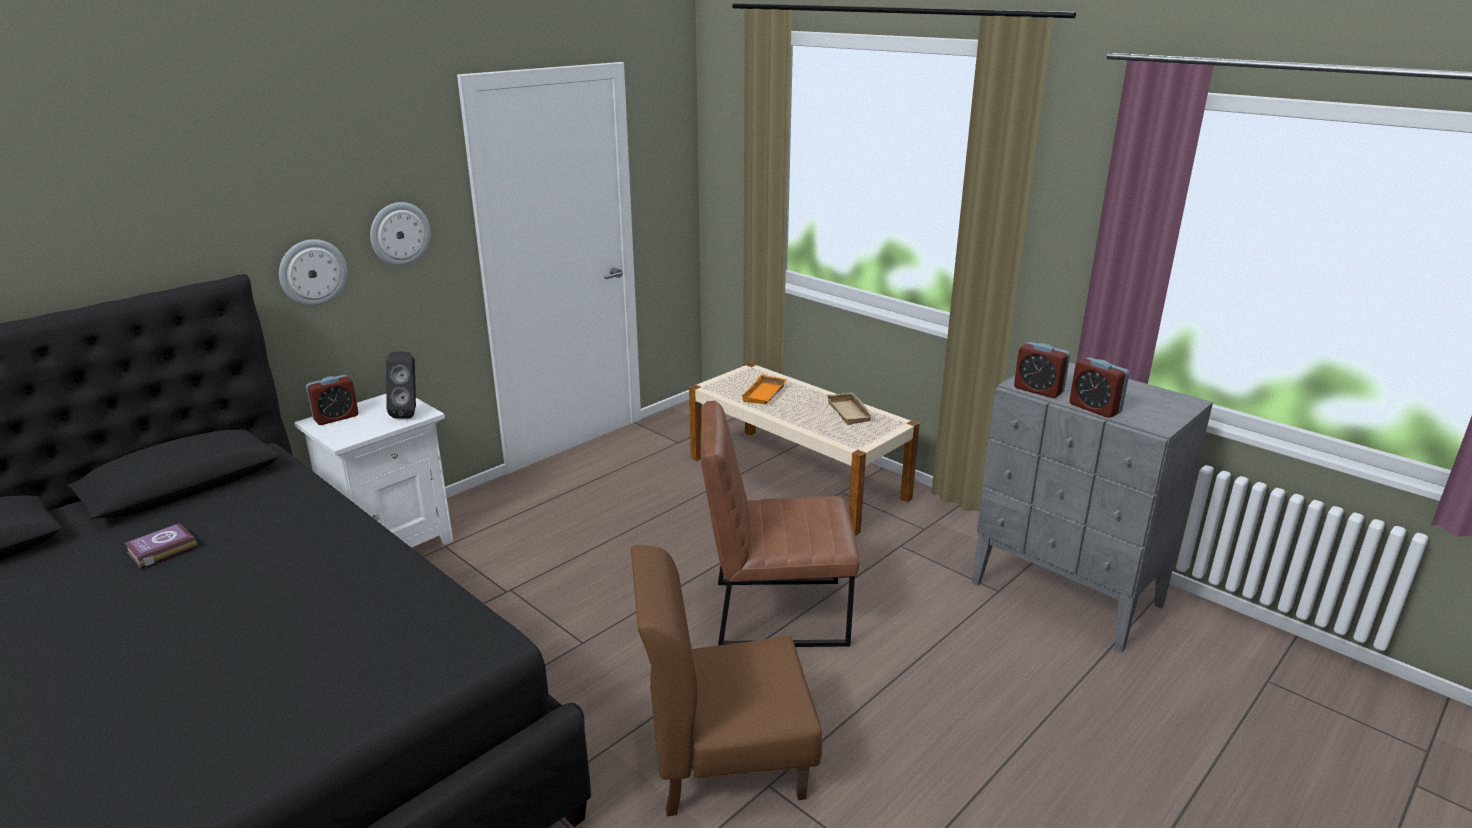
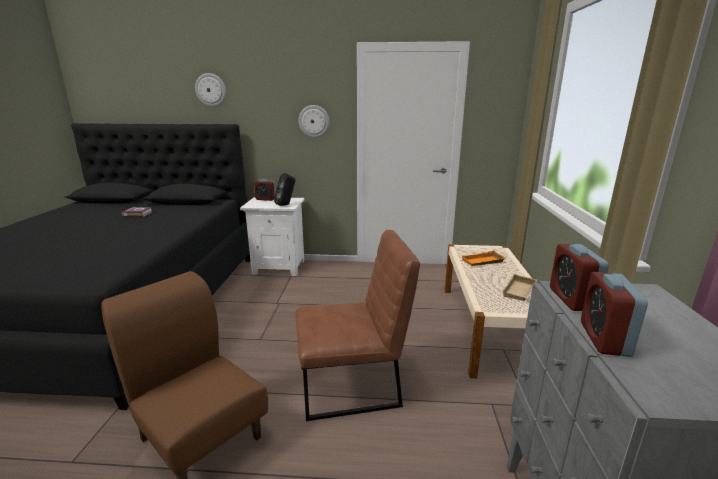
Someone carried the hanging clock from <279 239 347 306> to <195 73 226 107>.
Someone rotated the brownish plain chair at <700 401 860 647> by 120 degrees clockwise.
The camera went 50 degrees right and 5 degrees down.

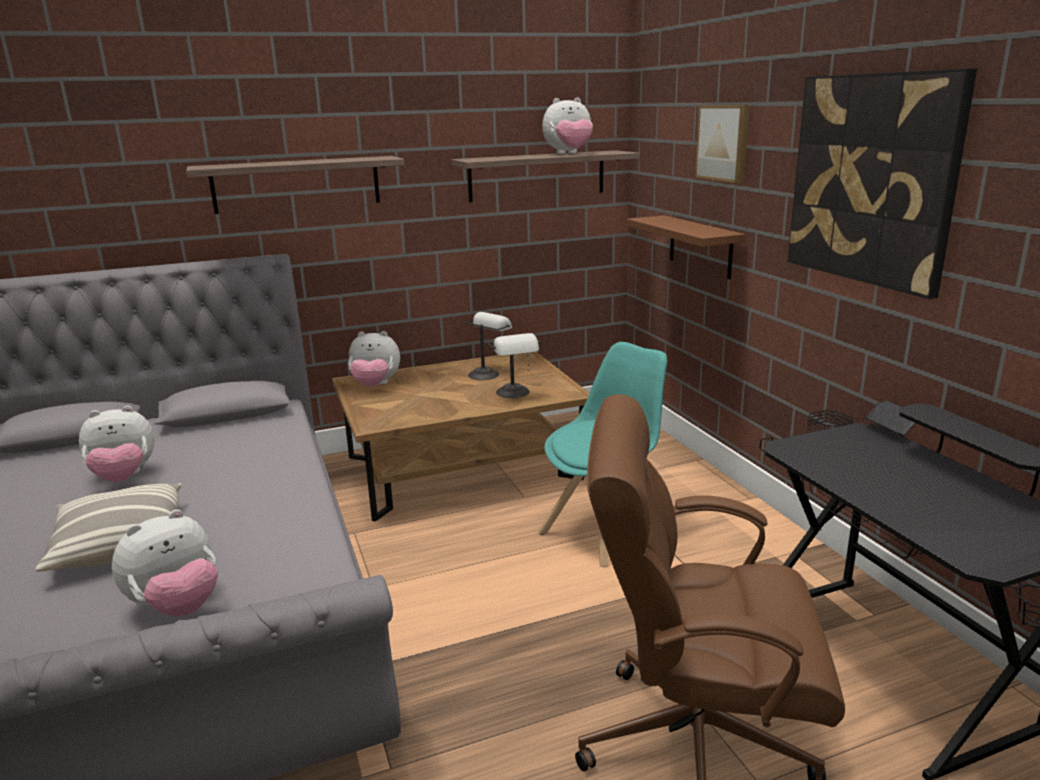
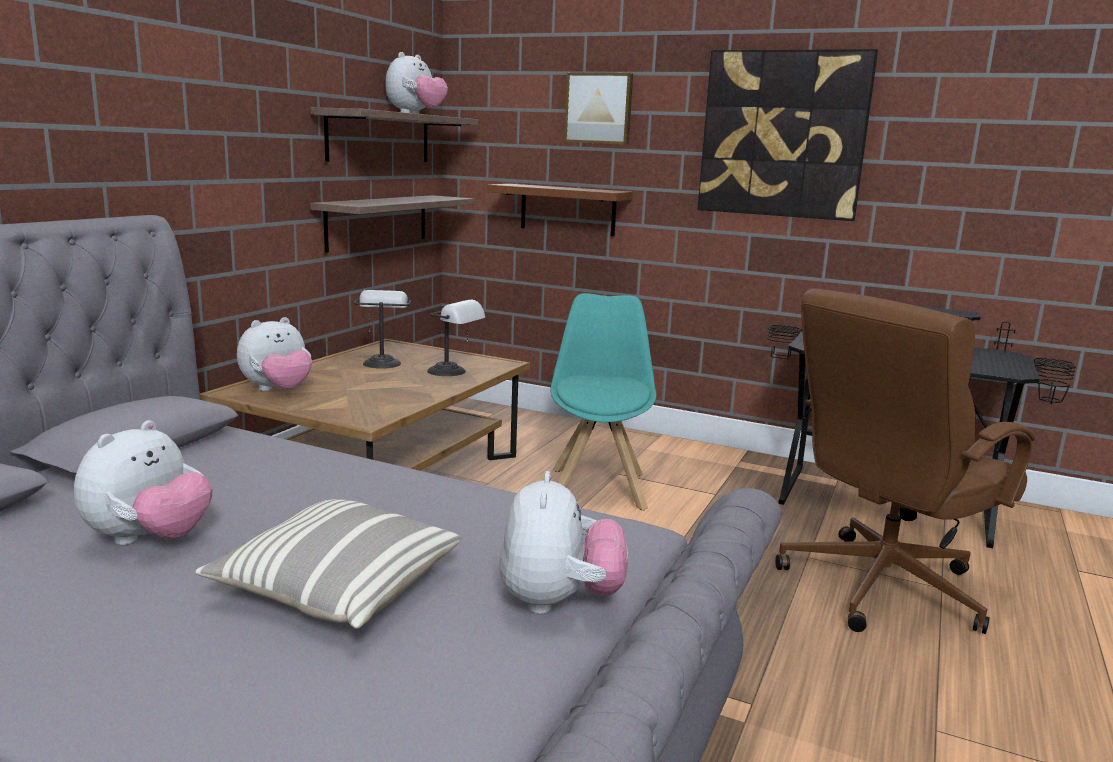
Someone carried the wall shelf from <186 156 404 214> to <310 195 475 253>.
The camera went 45 degrees left and 5 degrees down.

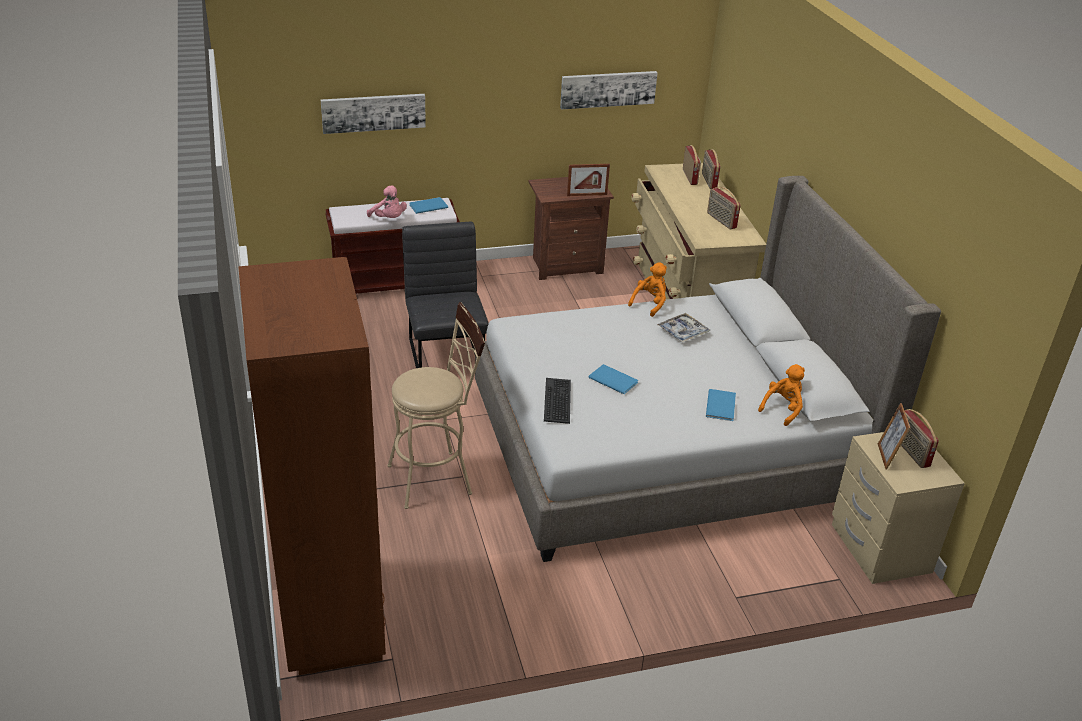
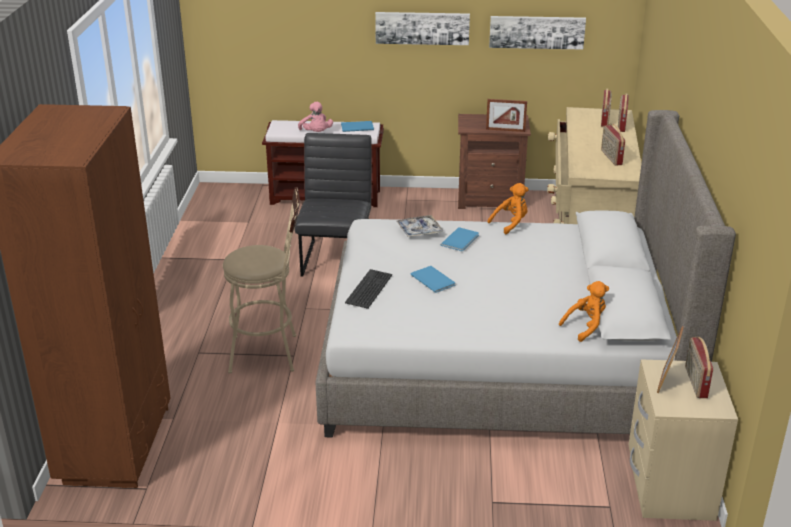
Someone carried the picture from <321 94 426 134> to <375 12 470 45>.
Someone carried the serving tray from <657 313 710 342> to <397 215 444 237>.
Someone carried the bluish volume from <706 389 736 421> to <440 227 479 251>.
The camera went 20 degrees right and 5 degrees down.

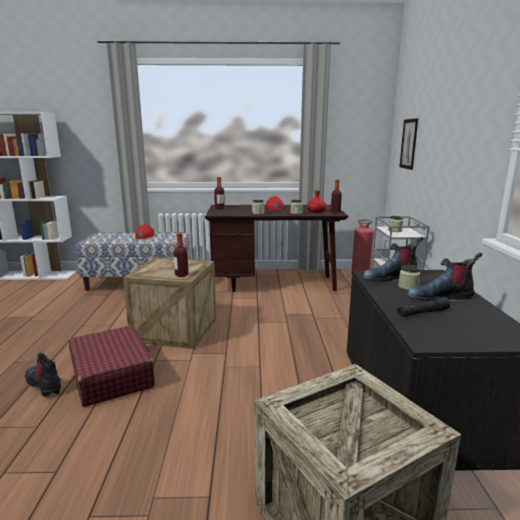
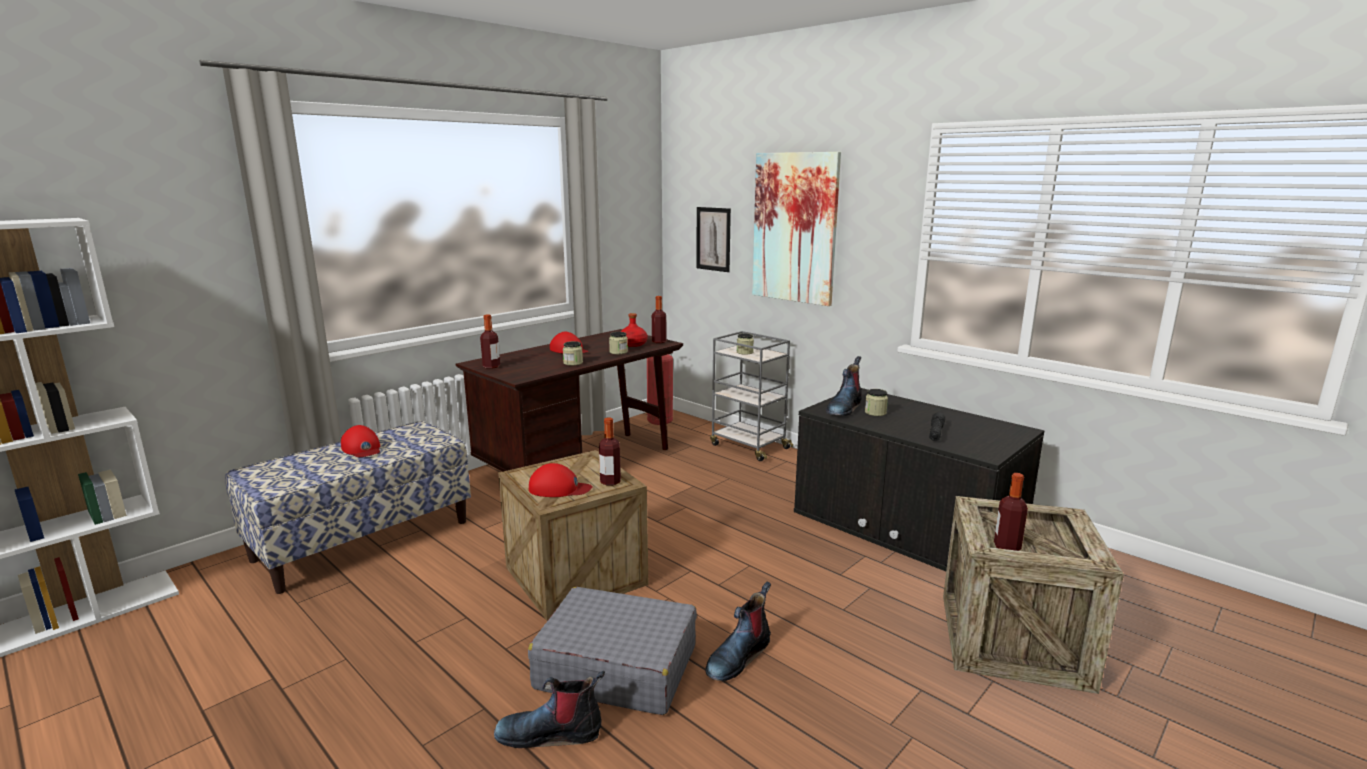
Someone carried the high-top boot from <407 253 482 301> to <706 581 771 681>.
Someone repainted the red-coloured travel case at <69 326 155 407>, which became the gray travel case at <528 587 697 715>.
Someone put up the picture at <752 152 841 306>.
Someone put down the red-coloured peaked cap at <529 463 593 497>.
Someone put down the beverage bottle at <994 473 1028 551>.
The camera went 45 degrees left and 0 degrees up.

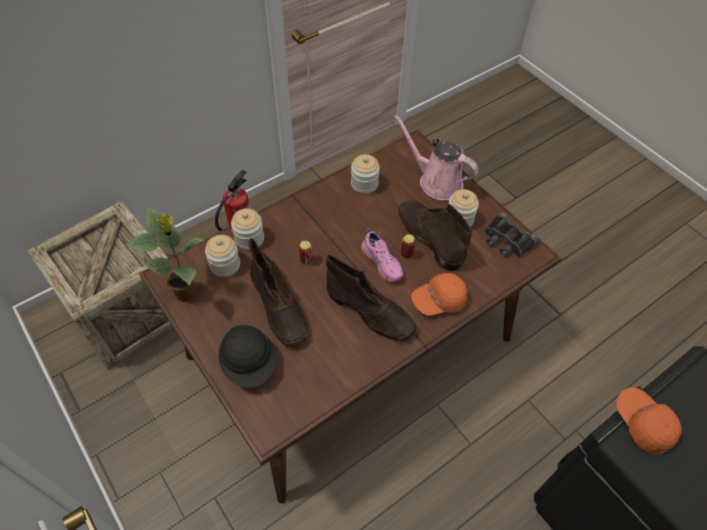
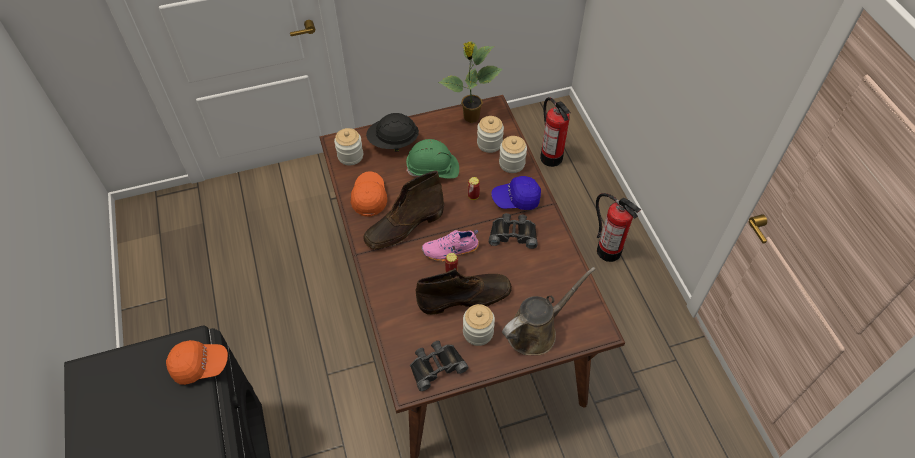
Someone repainted the pinkish watering can at <394 114 479 200>, which became the brownish watering can at <502 267 596 355>.
Someone carried the storage jar from <351 154 380 194> to <334 128 363 165>.
Someone swapped the packing crate at <28 201 173 369> for the extinguisher at <540 97 571 167>.
Someone swapped the brownish high-top boot at <248 238 309 348> for the green-coloured hard hat at <406 139 459 179>.
Someone carried the orange peaked cap from <411 273 467 316> to <351 171 387 217>.
Someone put down the bluish peaked cap at <491 176 541 210>.
Someone put down the black-coloured field glasses at <489 213 537 249>.
The camera went 110 degrees right and 0 degrees up.

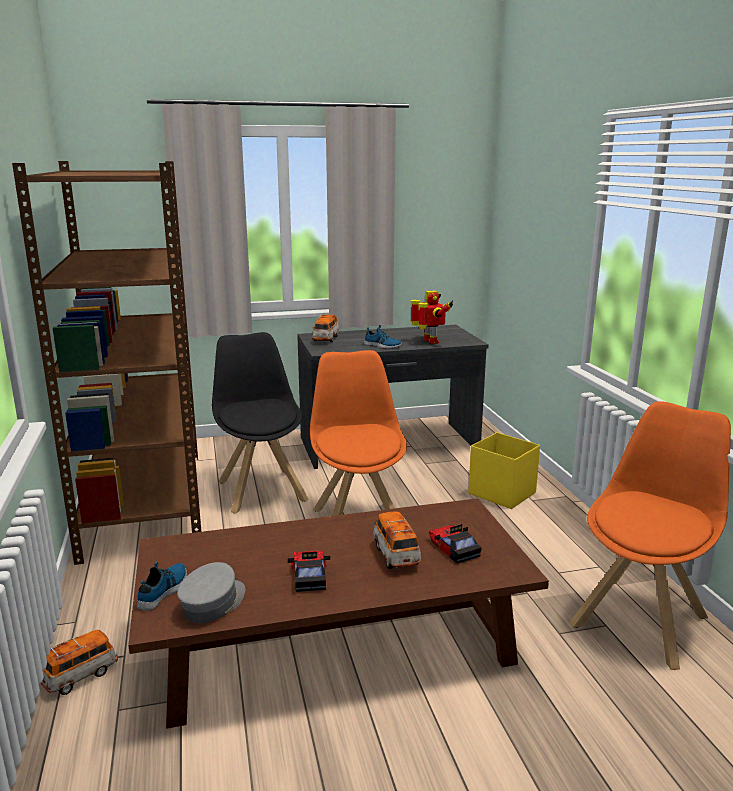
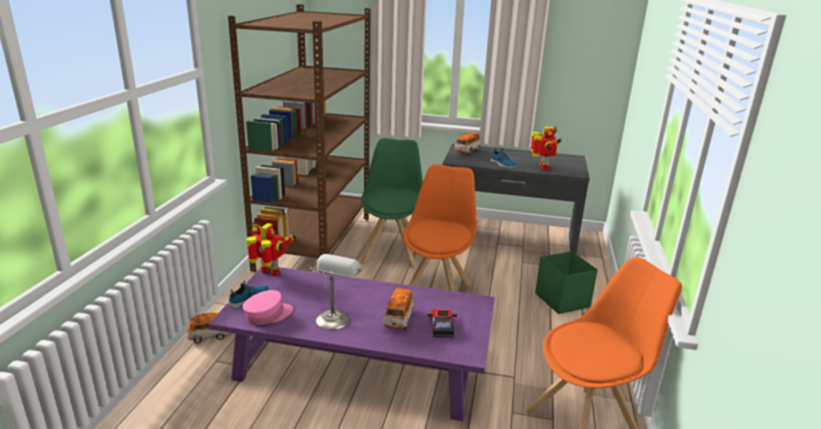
Someone repainted the black-coloured plain chair at <212 332 309 513>, which became the green-coloured plain chair at <360 138 423 268>.
Someone repainted the yellowish storage bin at <469 432 540 509>, which became the green-coloured storage bin at <535 251 598 314>.
Someone repainted the brownish coffee table at <128 498 549 728>, which became the purple coffee table at <209 266 495 421>.
Someone swapped the toy car at <288 551 330 592> for the white table lamp at <310 254 362 330>.
Someone repainted the gray peaked cap at <177 562 245 623>, which became the pinkish peaked cap at <243 290 293 325>.
Someone put down the toy robot at <246 220 296 276>.
The camera went 25 degrees right and 5 degrees up.

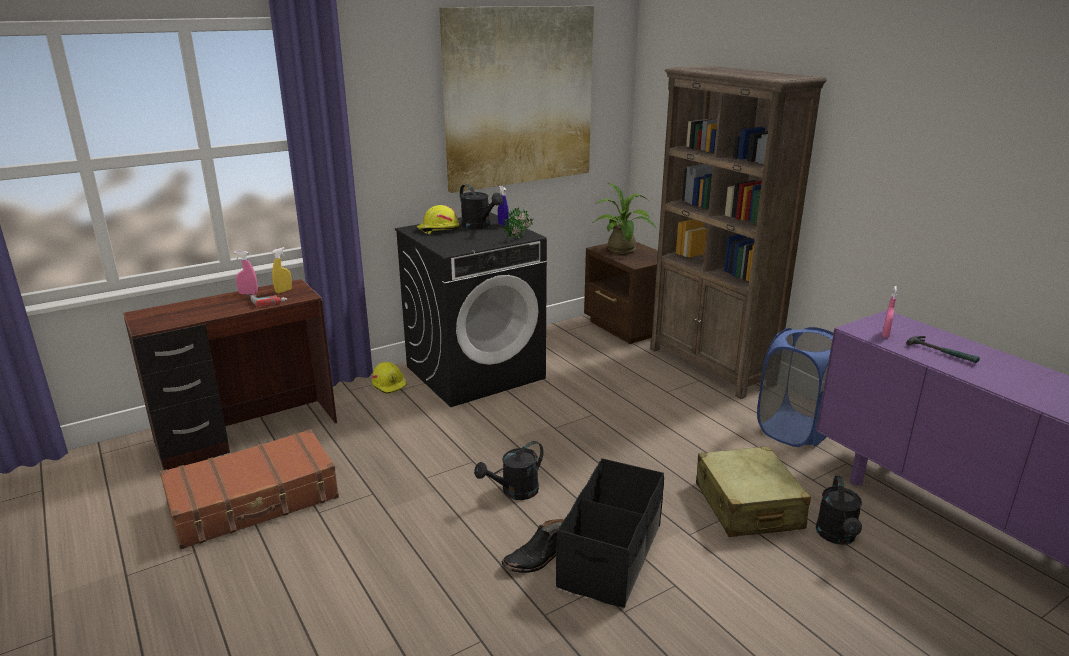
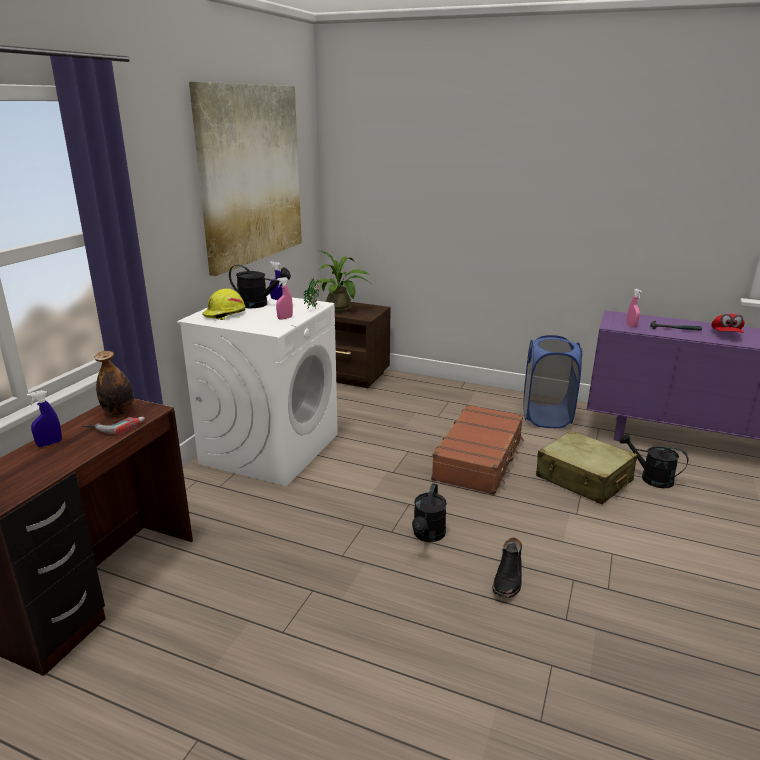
Someone took away the brownish shelving unit at <650 65 827 399>.
Someone repainted the black-coloured laundry machine at <395 212 547 407>, which became the white laundry machine at <177 294 338 486>.
Someone swapped the yellowish sprayer at <272 247 292 293> for the beverage bottle at <94 351 134 415>.
Someone carried the pinkish sprayer from <234 251 258 295> to <276 277 293 320>.
Someone took away the yellowish hard hat at <372 362 408 394>.
Someone carried the brownish travel case from <160 429 339 549> to <431 404 524 495>.
Someone took away the black-coloured storage bin at <556 458 664 608>.
Someone rotated the black-coloured watering can at <816 476 862 545> by 150 degrees clockwise.
Someone put down the red-coloured peaked cap at <711 314 745 333>.
Someone put down the bluish sprayer at <27 390 62 447>.
The camera went 35 degrees left and 0 degrees up.

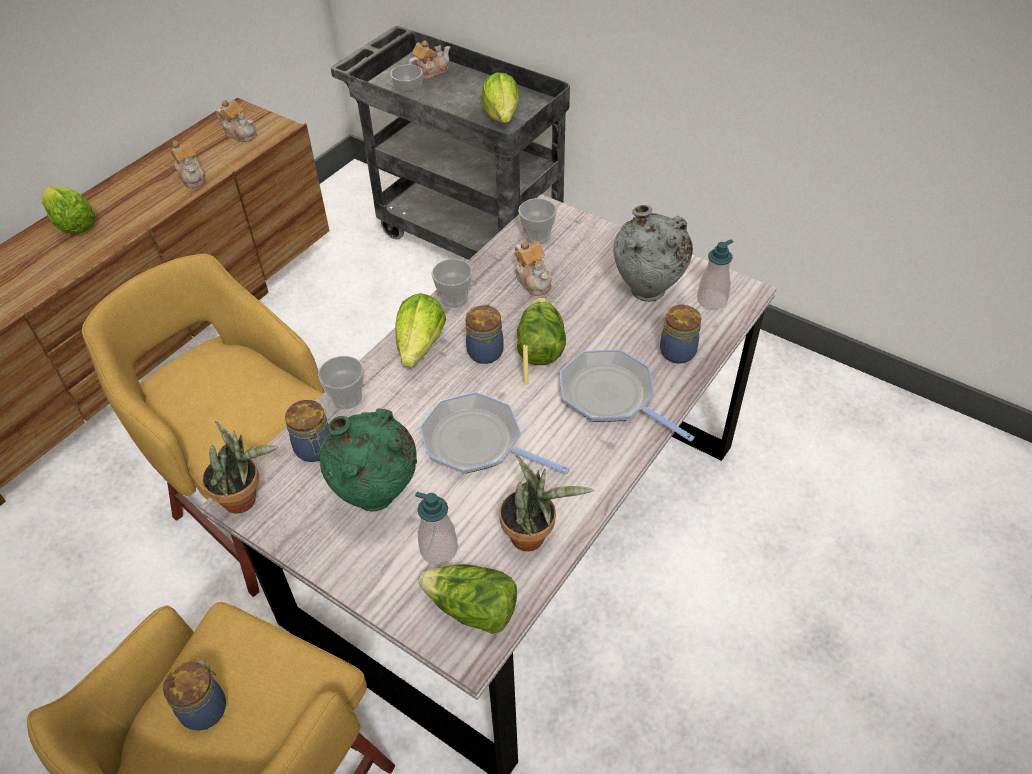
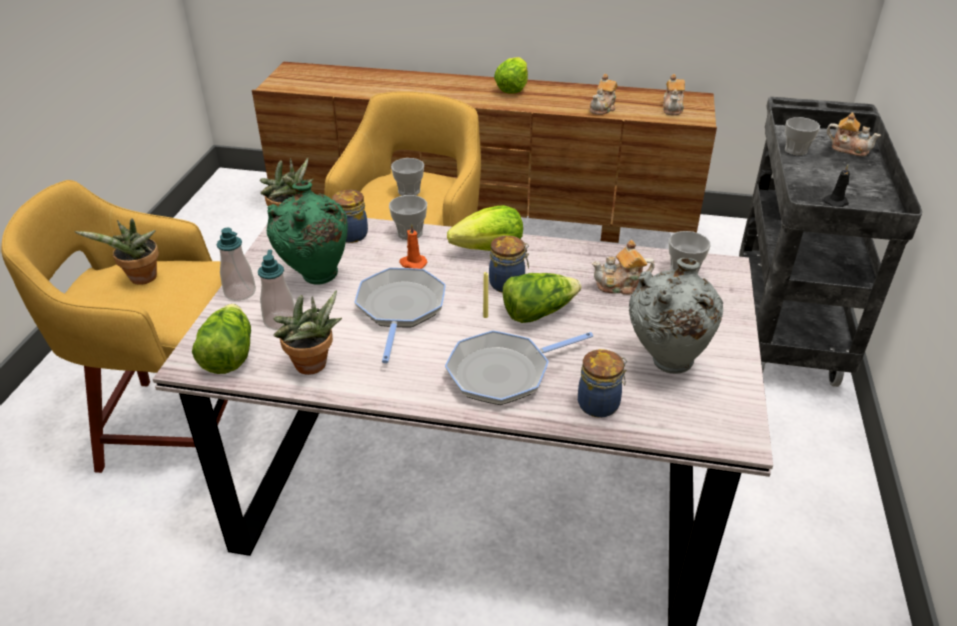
Someone swapped the head of lettuce at <482 72 519 123> for the black-coloured candle at <824 165 850 207>.
Someone carried the soap dispenser from <697 239 733 310> to <217 228 256 301>.
Someone rotated the pot for tea at <514 240 552 296> by 45 degrees clockwise.
Someone carried the small cup from <431 259 473 308> to <391 158 424 196>.
Someone rotated the skillet at <560 349 694 442> by 135 degrees counterclockwise.
Someone swapped the storage jar at <163 658 226 731> for the houseplant at <74 218 159 285>.
Someone put down the orange candle at <399 223 428 269>.
The camera went 65 degrees right and 10 degrees down.

